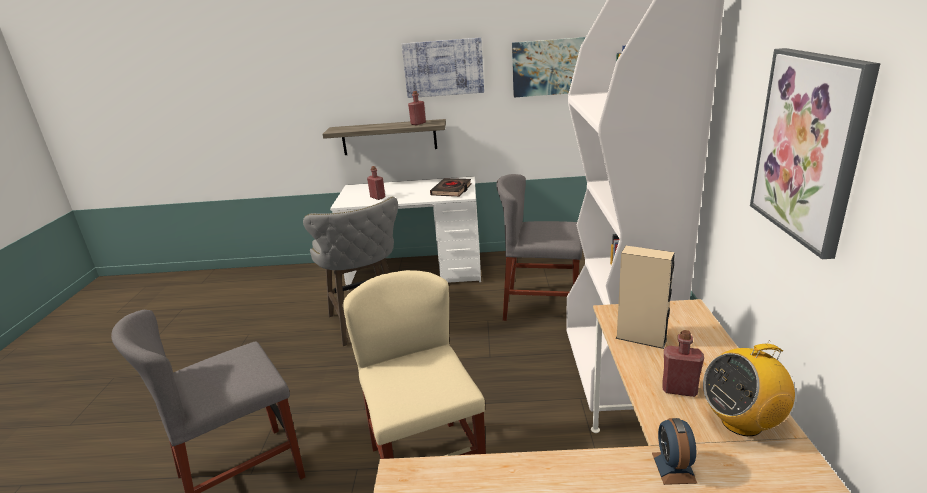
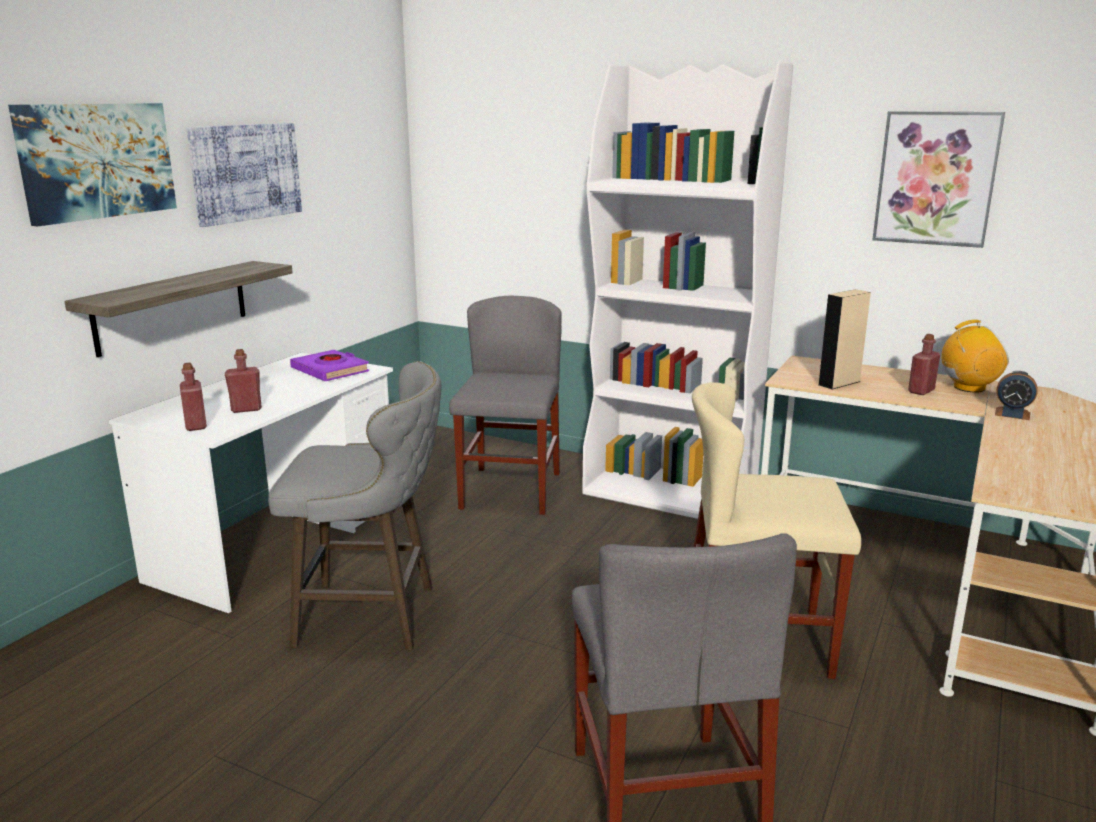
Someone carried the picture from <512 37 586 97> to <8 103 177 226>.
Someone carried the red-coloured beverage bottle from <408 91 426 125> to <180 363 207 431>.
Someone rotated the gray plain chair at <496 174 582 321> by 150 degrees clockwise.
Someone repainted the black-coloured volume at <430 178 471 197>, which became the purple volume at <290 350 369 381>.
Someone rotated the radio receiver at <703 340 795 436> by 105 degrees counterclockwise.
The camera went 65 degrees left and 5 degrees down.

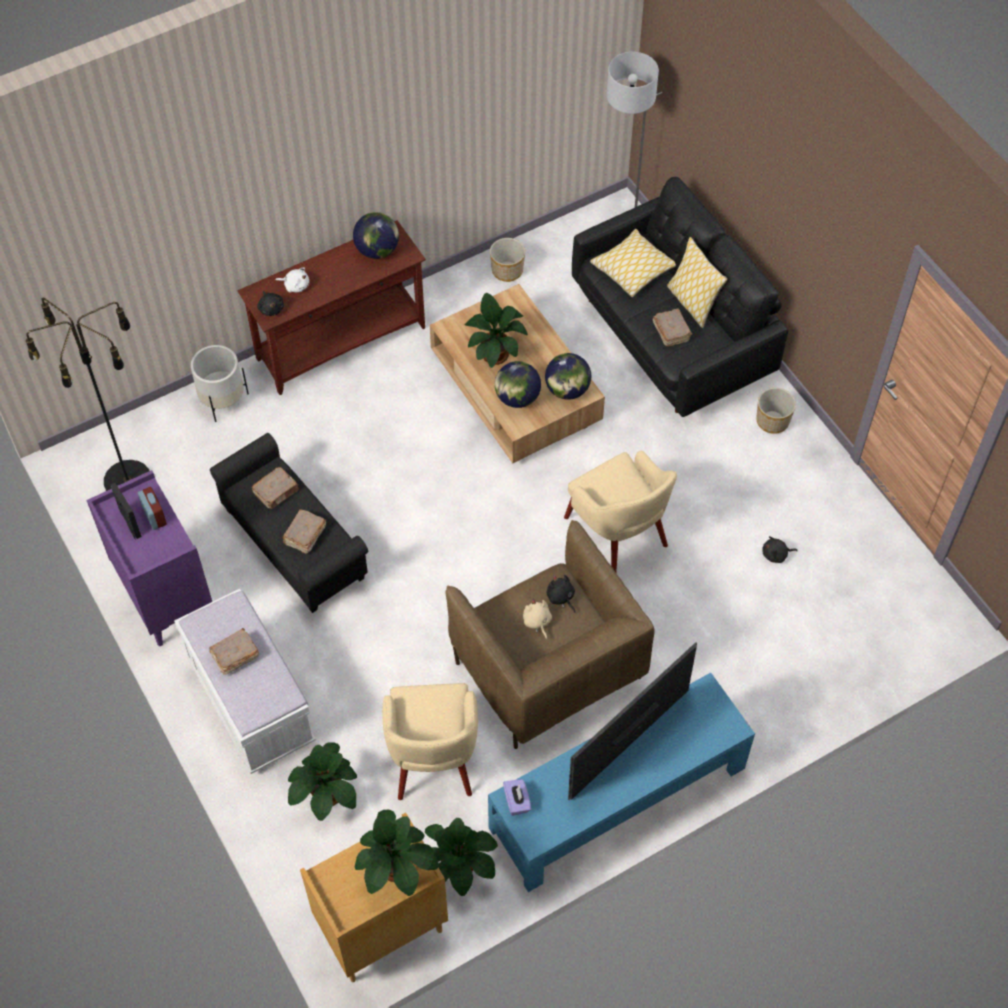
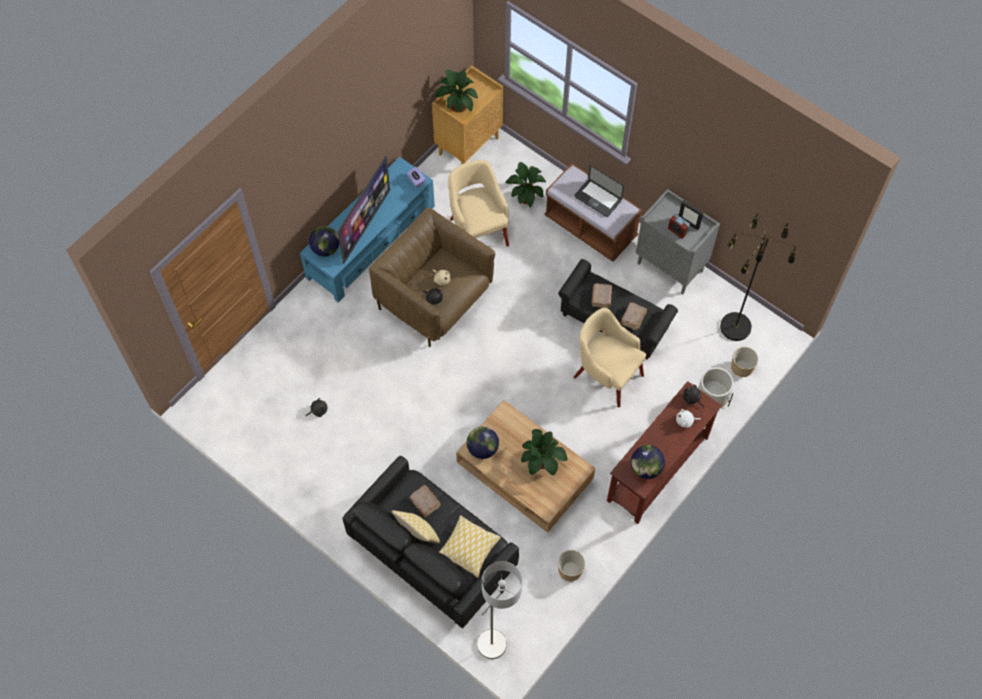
Someone carried the desk globe from <495 361 541 408> to <309 226 340 257>.
Someone carried the planter from <756 388 796 434> to <731 347 758 377>.
Someone carried the beige-coloured armchair from <564 451 677 572> to <574 308 646 408>.
Someone repainted the purple storage cabinet at <86 470 212 646>, which became the gray storage cabinet at <636 189 720 294>.
Someone repainted the white long seat at <174 589 316 774>, which became the brownish long seat at <544 163 642 262>.
Someone swapped the brownish volume at <209 628 259 675> for the notebook computer at <574 165 624 217>.
Someone took away the houseplant at <425 818 498 896>.
The camera went 160 degrees right and 5 degrees up.

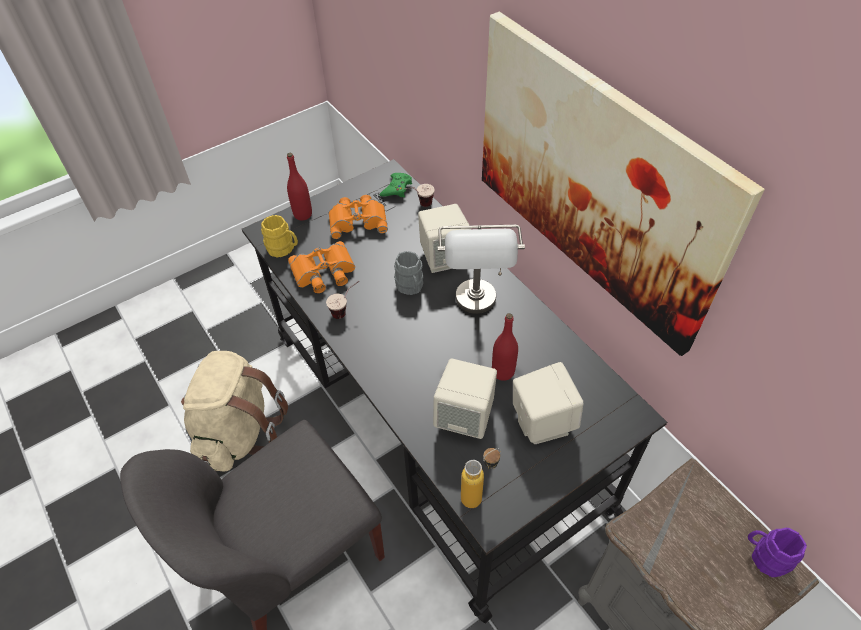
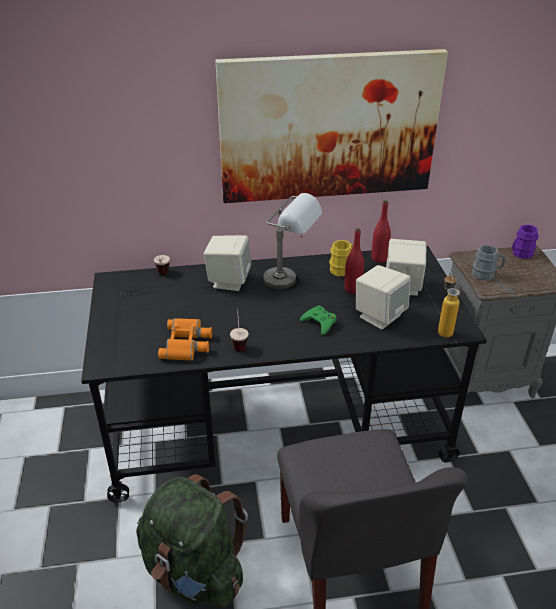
Someone carried the red-coloured beverage bottle from <287 153 312 220> to <372 200 391 263>.
Someone carried the green-coloured gamepad from <379 173 412 197> to <300 305 336 335>.
Someone took away the orange field glasses at <329 195 388 239>.
Someone carried the yellowish mug from <261 215 298 258> to <329 240 353 276>.
Someone carried the gray mug from <394 251 423 295> to <472 245 505 280>.
Someone repainted the beige-coloured backpack at <181 351 288 471>, which became the green-coloured backpack at <136 474 248 607>.
The camera went 65 degrees left and 15 degrees down.

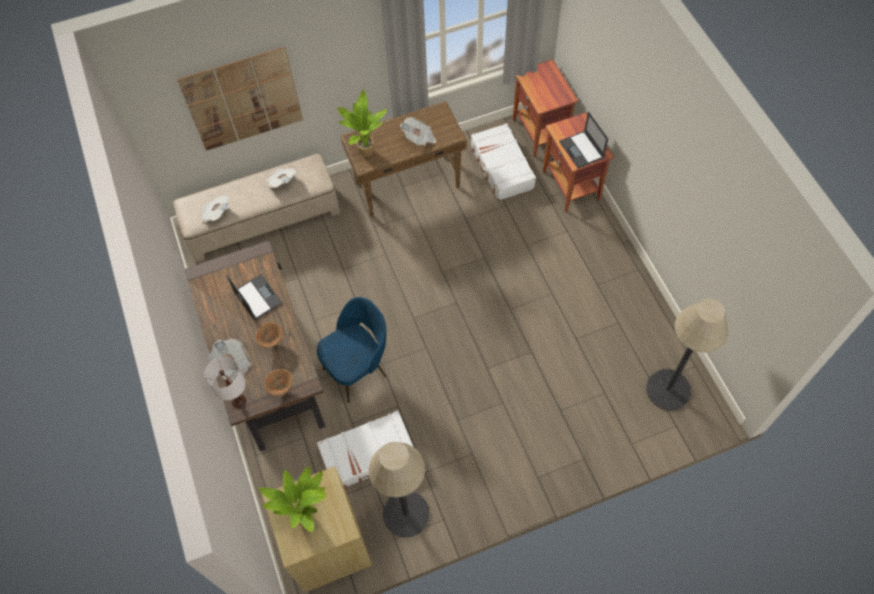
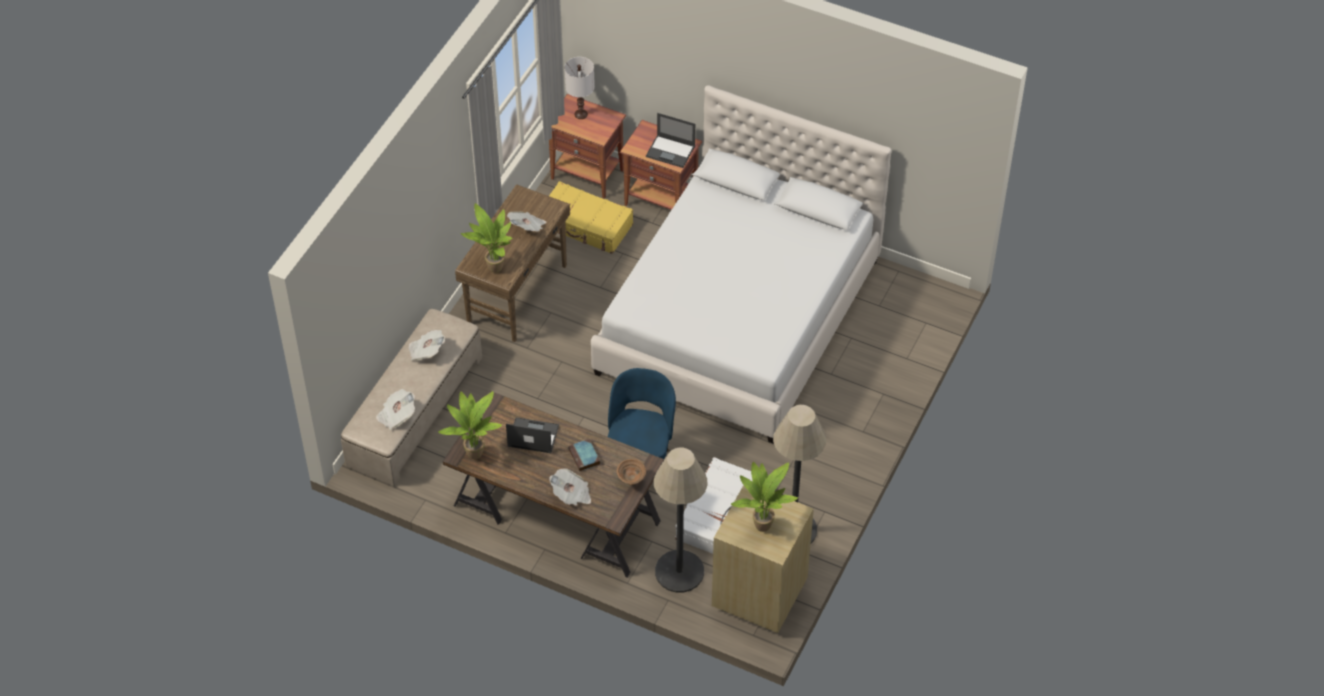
Someone took away the picture at <177 47 303 151>.
Someone repainted the white travel case at <471 123 536 201>, which became the yellowish travel case at <549 181 633 254>.
Someone carried the floor lamp from <646 298 728 411> to <654 448 707 592>.
Someone swapped the brownish serving bowl at <255 322 283 348> for the volume at <568 439 600 471>.
Someone carried the white table lamp from <205 357 246 408> to <565 57 595 119>.
Someone put down the white bed at <591 85 891 443>.
Someone put down the houseplant at <438 391 502 459>.
The camera went 45 degrees left and 10 degrees down.

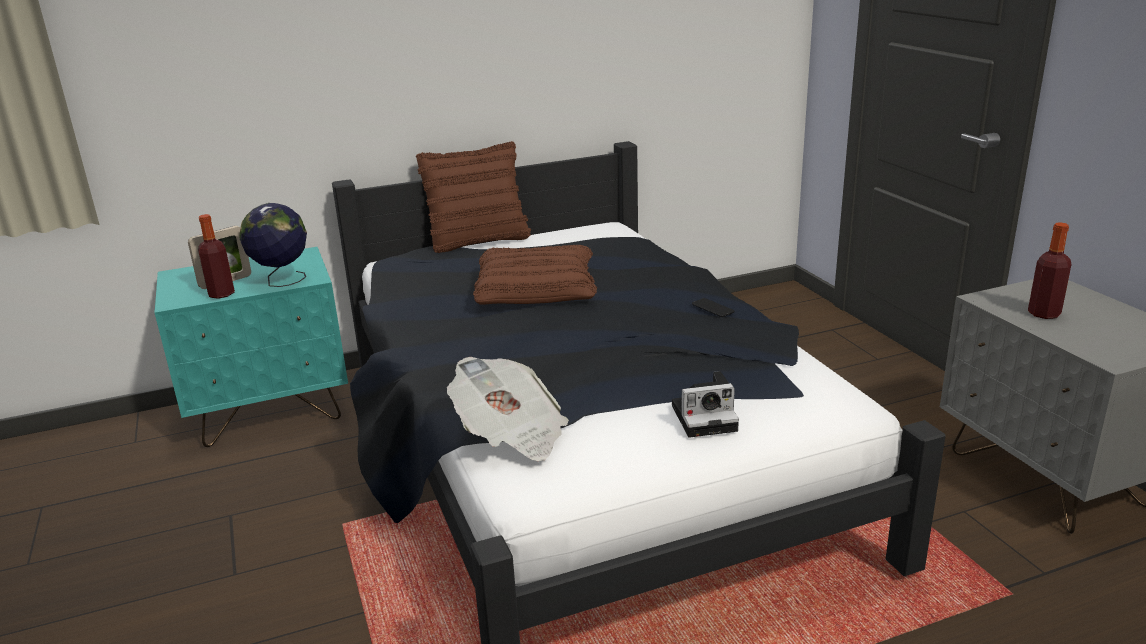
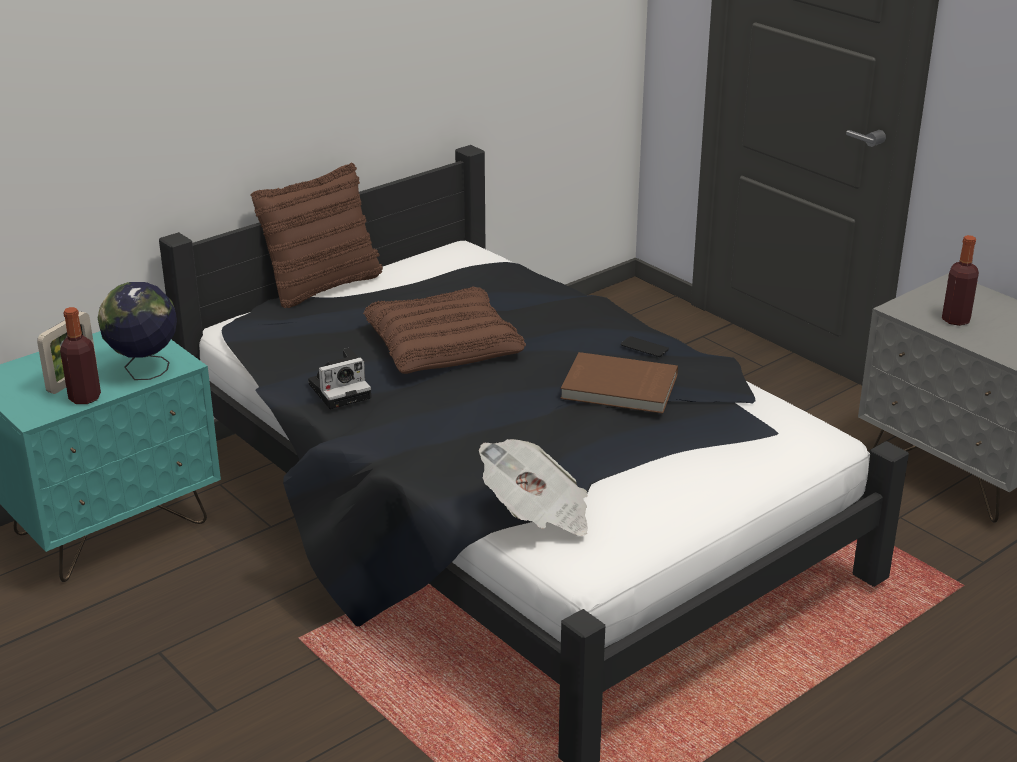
Someone carried the still camera from <672 371 739 438> to <308 348 371 409>.
Someone put down the brownish volume at <561 352 678 413>.
The camera went 20 degrees left and 5 degrees up.

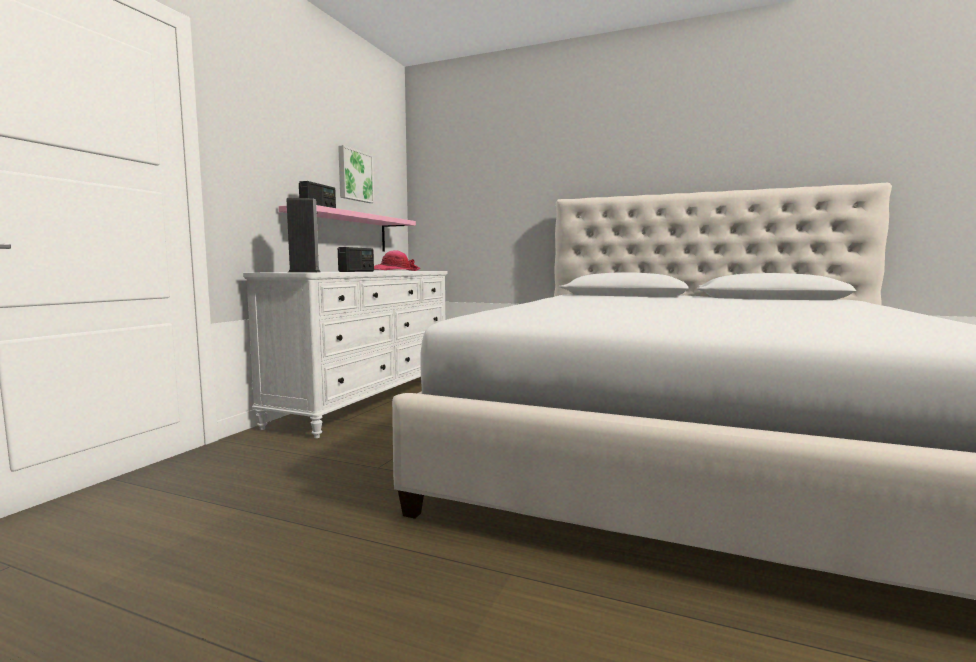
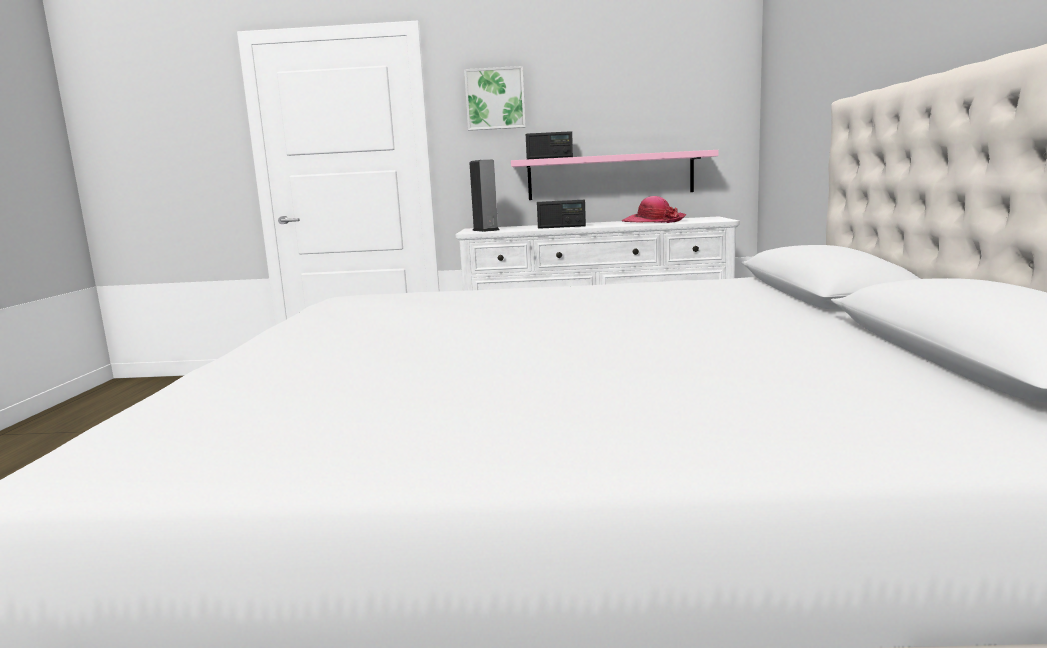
Someone carried the picture from <338 145 374 203> to <464 66 526 131>.
The camera went 70 degrees right and 5 degrees up.

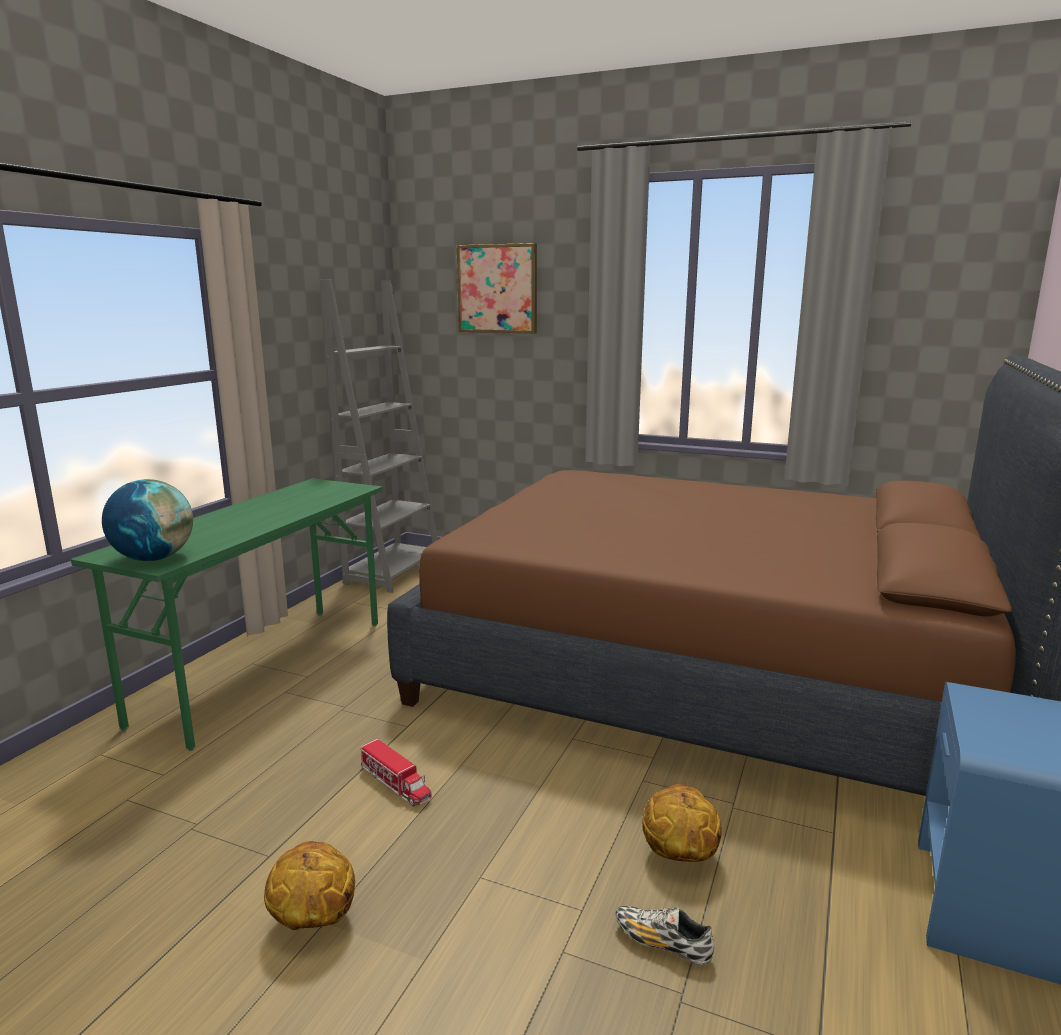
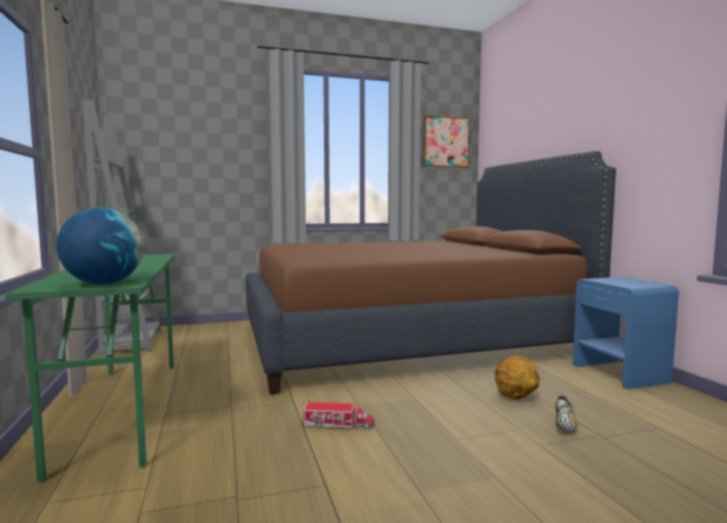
Someone carried the picture from <456 243 537 334> to <423 115 471 168>.
Someone took away the basketball ball at <264 841 355 930>.
Someone rotated the low shoe at <615 906 714 965> by 60 degrees counterclockwise.
The camera went 40 degrees left and 10 degrees down.

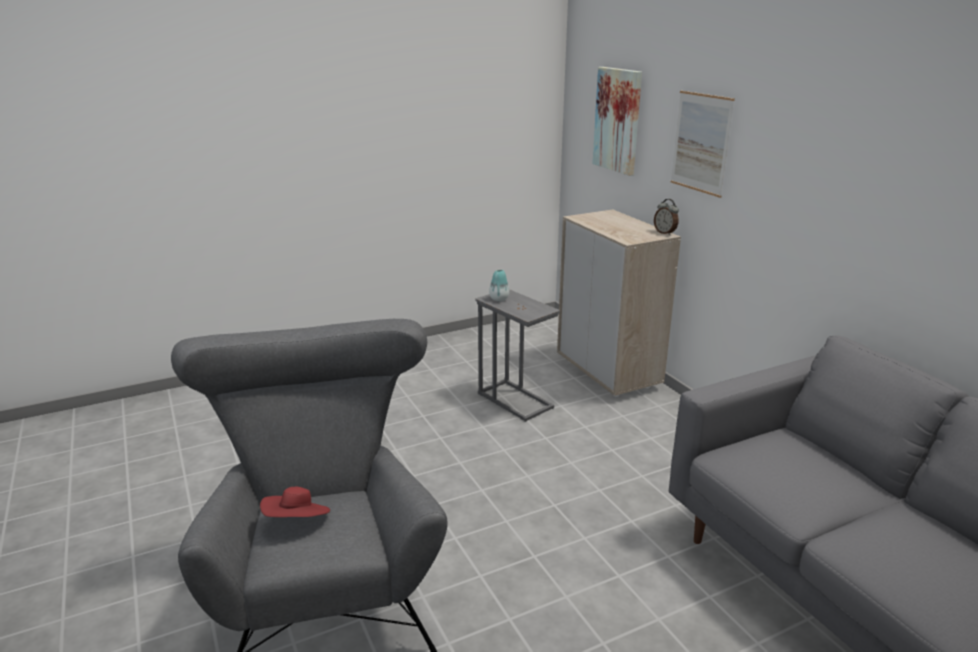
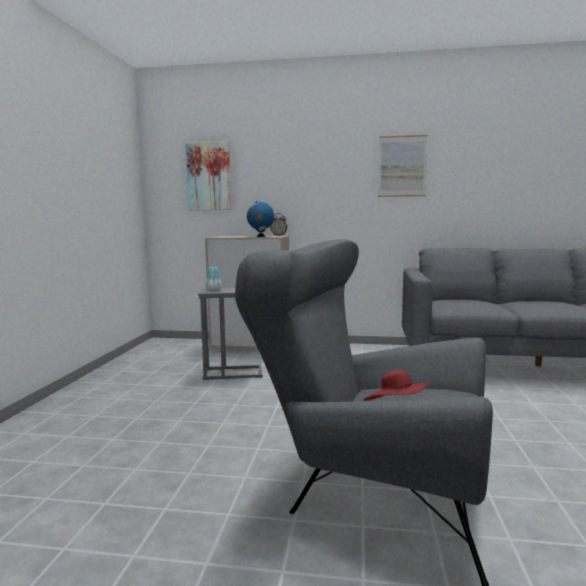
Someone carried the picture from <671 91 735 198> to <378 135 428 197>.
Someone put down the desk globe at <247 201 274 237>.
The camera went 55 degrees left and 15 degrees down.

